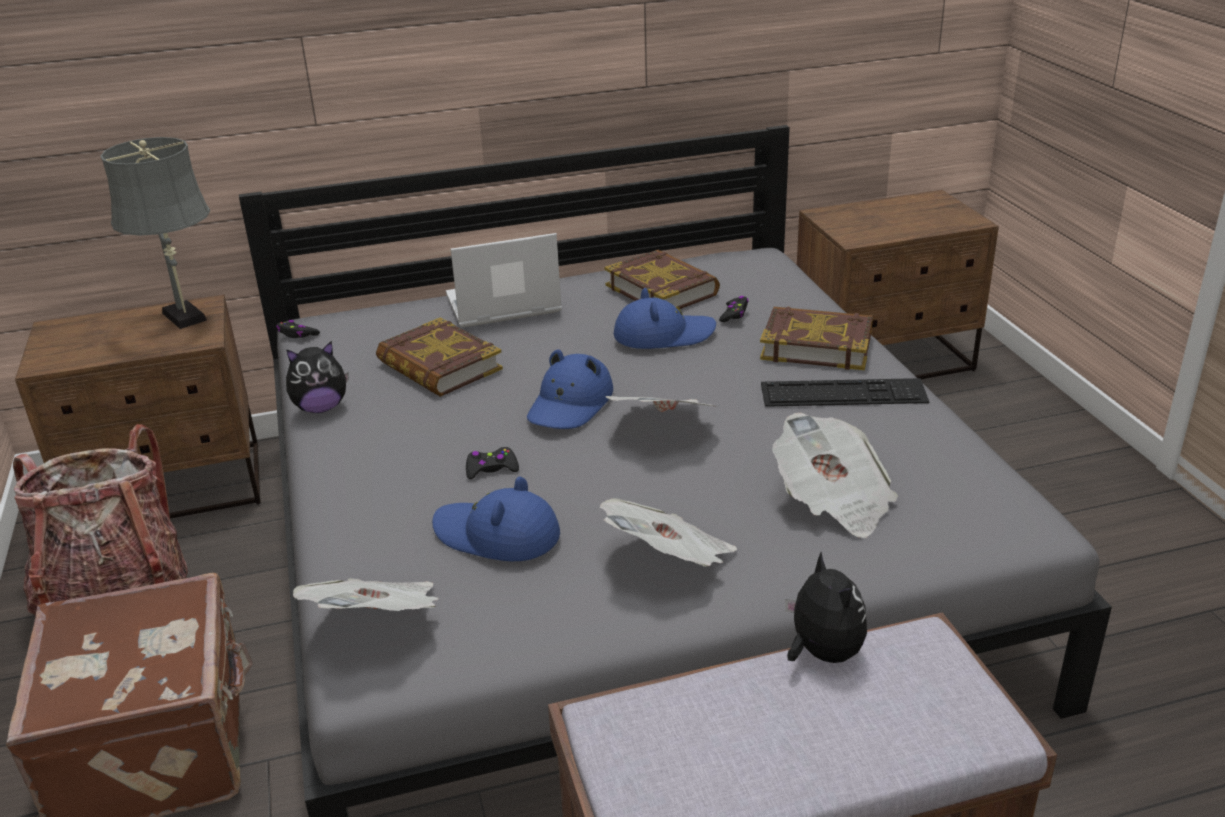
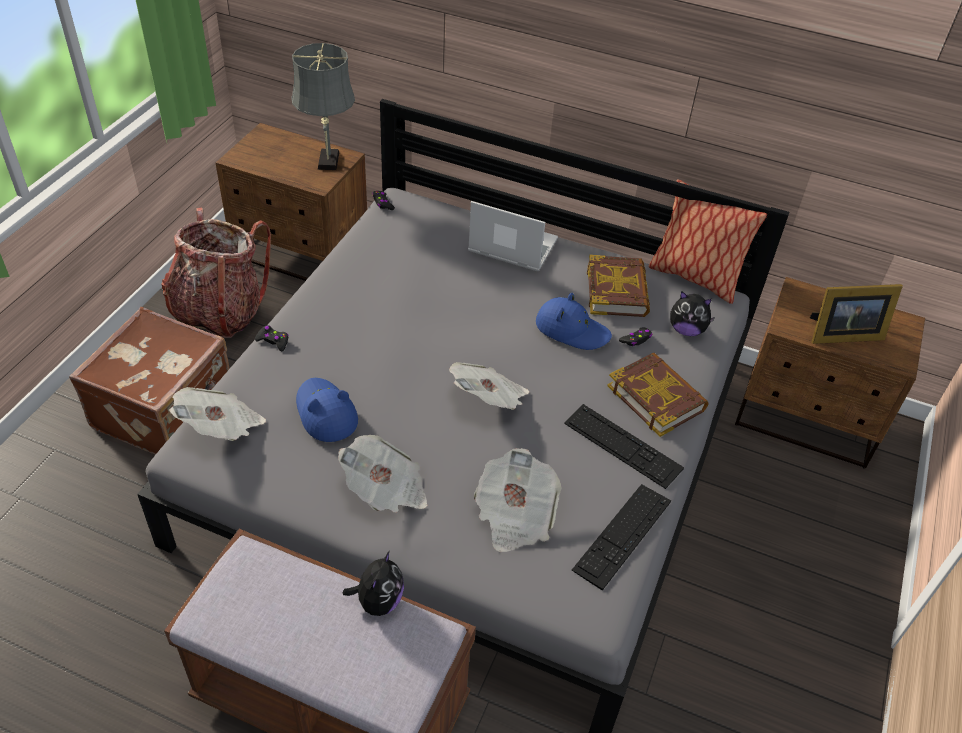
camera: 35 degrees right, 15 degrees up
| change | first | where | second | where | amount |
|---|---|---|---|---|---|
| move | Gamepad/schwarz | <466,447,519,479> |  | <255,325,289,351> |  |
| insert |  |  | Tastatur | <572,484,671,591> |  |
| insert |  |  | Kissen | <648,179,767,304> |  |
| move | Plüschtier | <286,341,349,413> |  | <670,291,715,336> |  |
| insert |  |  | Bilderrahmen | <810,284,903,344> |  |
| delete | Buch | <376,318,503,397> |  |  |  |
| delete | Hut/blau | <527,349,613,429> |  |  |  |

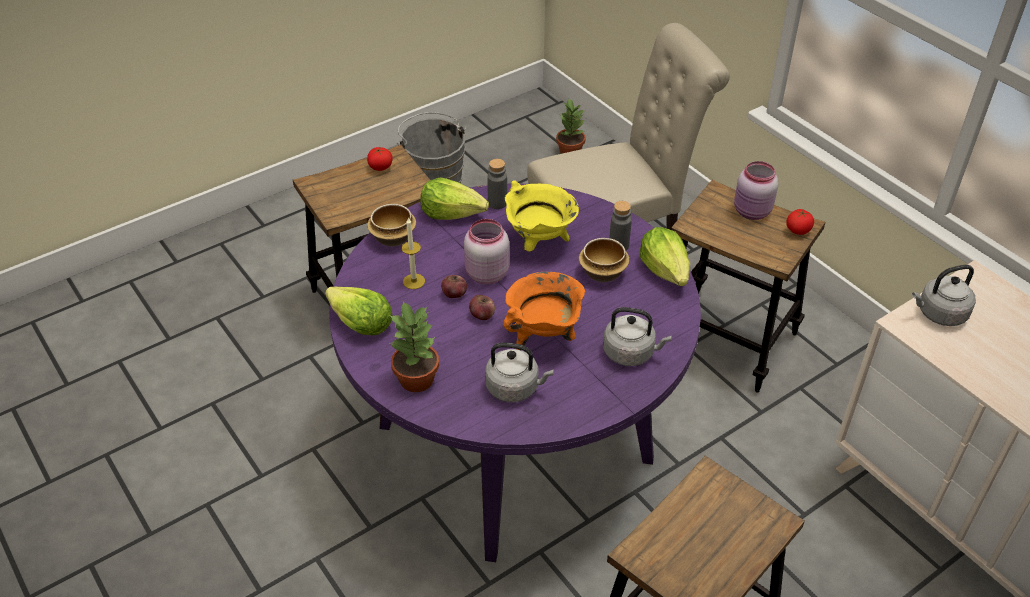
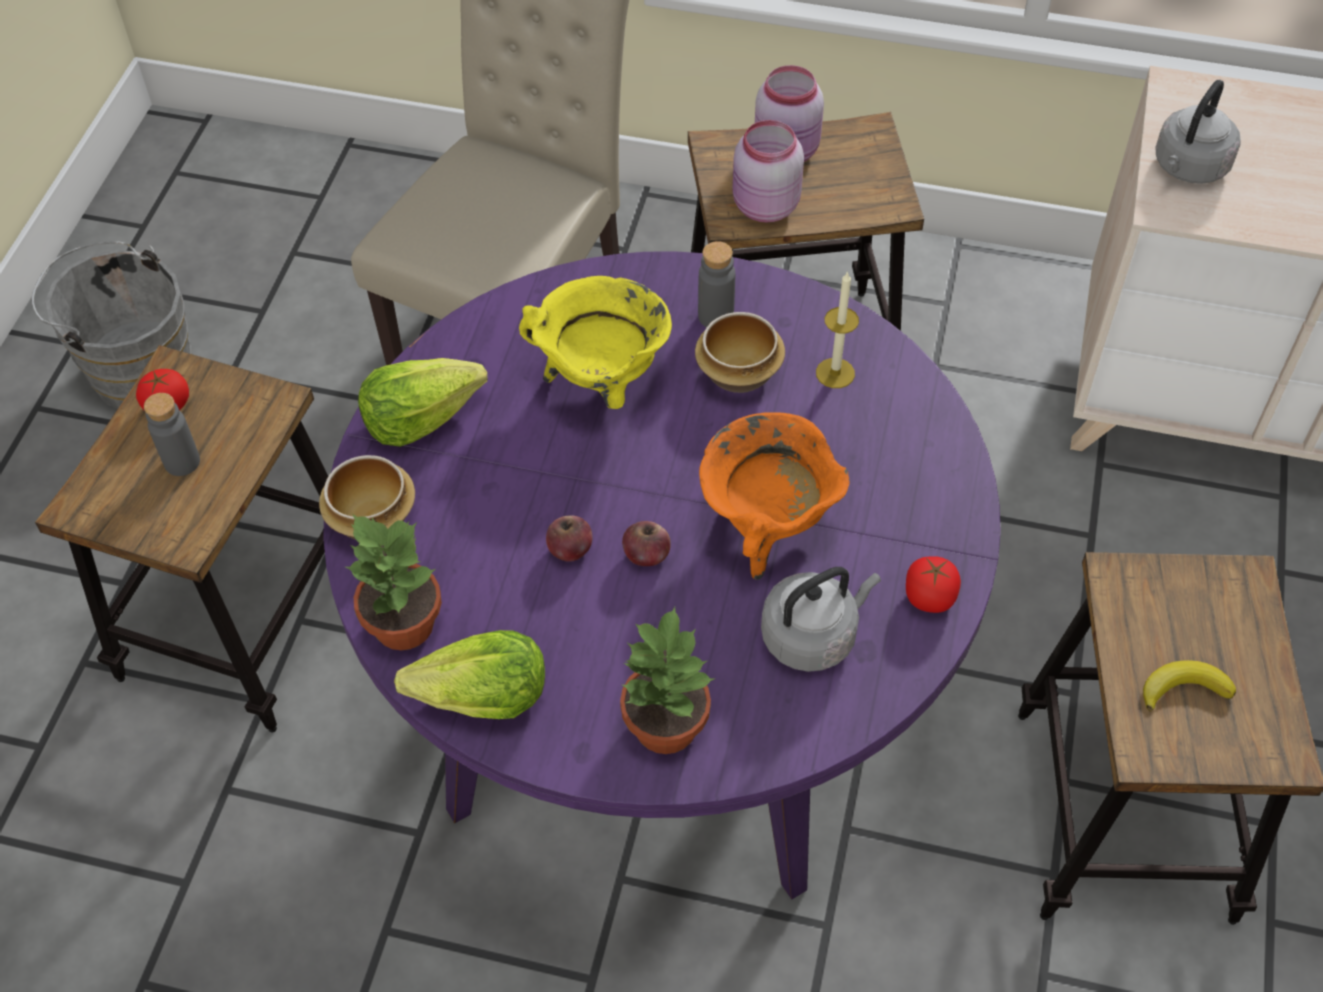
camera: 40 degrees left, 10 degrees up
| change | first | where | second | where | amount |
|---|---|---|---|---|---|
| move | Flasche/grau | <487,159,507,209> |  | <144,393,200,476> |  |
| move | Topfpflanze | <556,98,586,154> |  | <346,514,442,650> |  |
| move | Vorratsglas/rosa | <464,219,509,284> |  | <732,120,804,223> |  |
| move | Kerze | <401,217,425,289> |  | <816,271,859,388> |  |
| move | Tomate | <786,209,814,235> |  | <906,556,961,613> |  |
| insert |  |  | Banane | <1143,660,1236,712> |  |
| delete | Wasserkessel/grau | <603,307,672,366> |  |  |  |
| delete | Salatkopf | <640,227,690,286> |  |  |  |

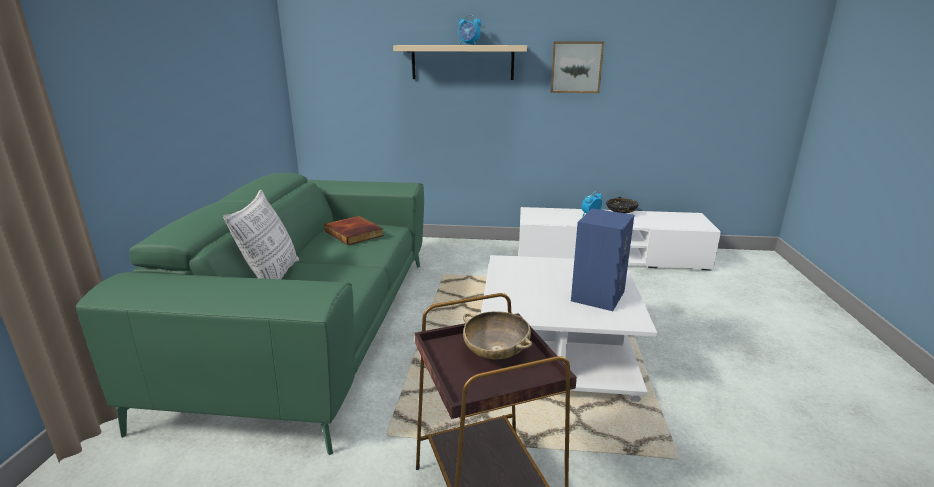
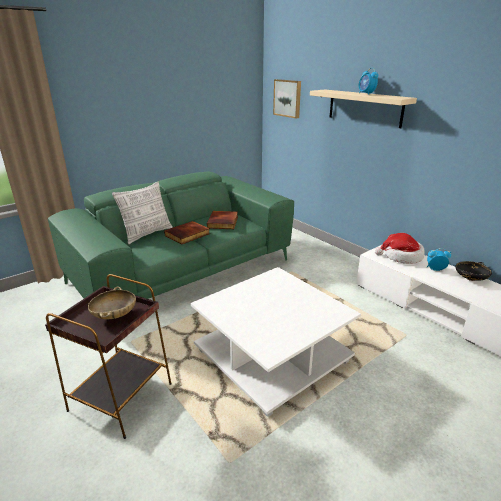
camera: 45 degrees right, 5 degrees up
| change | first | where | second | where | amount |
|---|---|---|---|---|---|
| insert |  |  | Buch | <164,221,210,245> |  |
| move | Bild | <551,42,604,93> |  | <273,79,301,119> |  |
| insert |  |  | Hut | <375,233,425,264> |  |
| delete | Lautsprecher/blau | <571,208,634,311> |  |  |  |

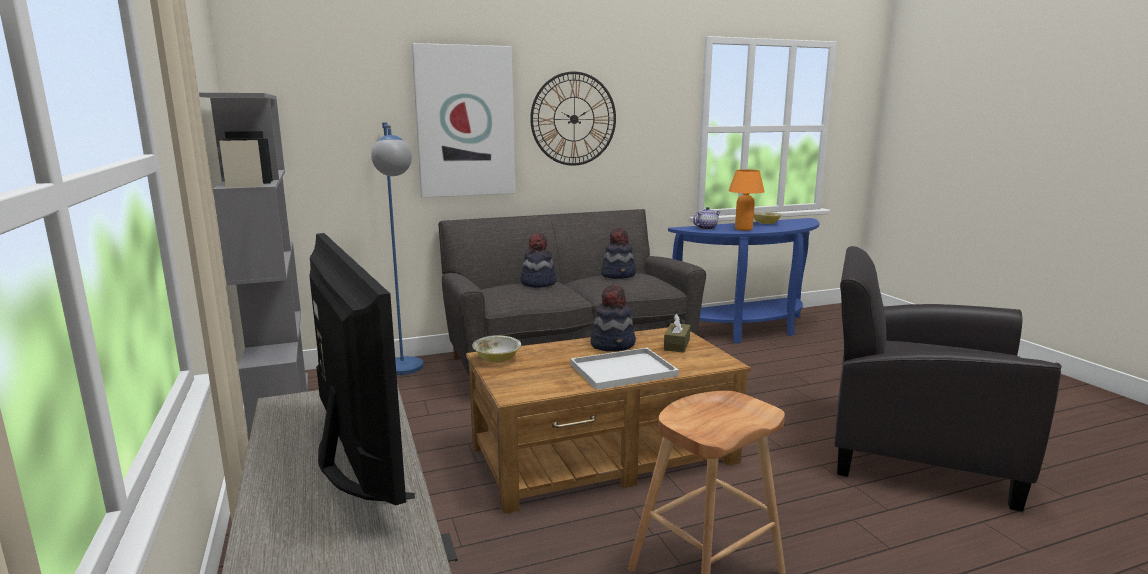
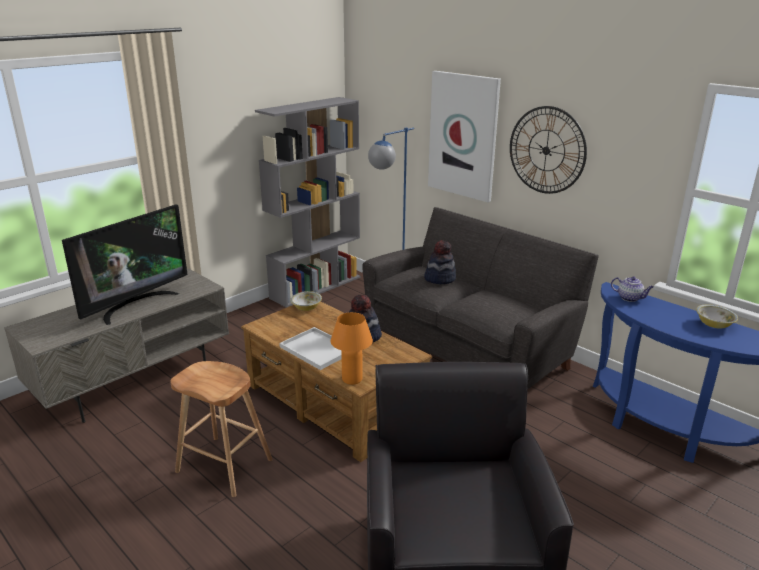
camera: 65 degrees right, 10 degrees up
| change | first | where | second | where | amount |
|---|---|---|---|---|---|
| move | Tischlampe/orange | <729,170,765,231> |  | <331,312,373,385> |  |
| delete | Hut | <601,228,636,279> |  |  |  |
| delete | Taschentuchbox/braun | <664,314,690,353> |  |  |  |

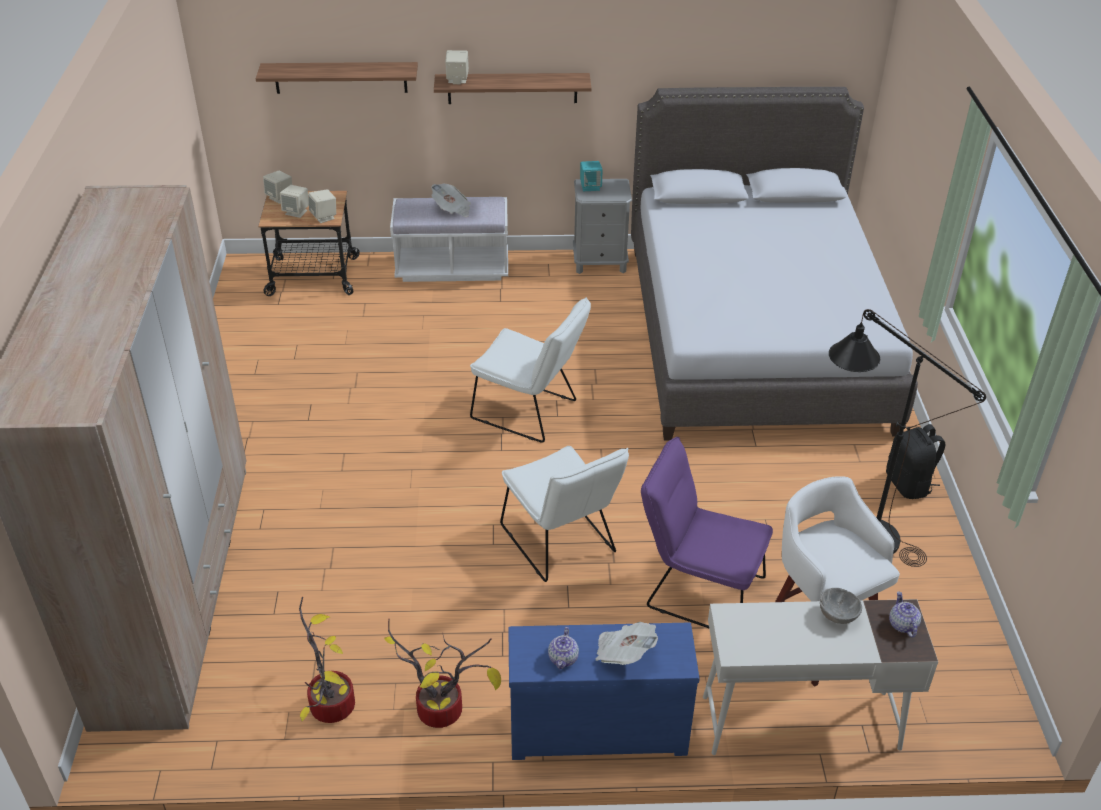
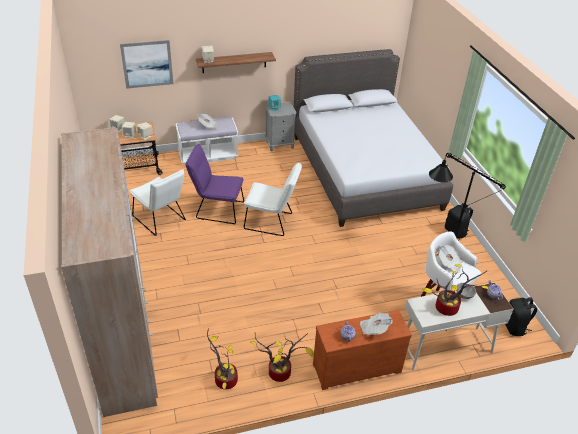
camera: 15 degrees left, 0 degrees up
| change | first | where | second | where | amount |
|---|---|---|---|---|---|
| replace | Wandregal | <256,62,418,94> | Bild | <120,40,173,89> |  |
| move | Stuhl/weiß | <500,446,629,582> |  | <130,169,186,236> |  |
| move | Stuhl/lila | <641,437,773,628> |  | <185,144,244,224> |  |
| recolor | Kommode/blau | <508,623,700,760> | Kommode/braun | <313,310,412,390> |  |
| insert |  |  | Topfpflanze | <422,264,489,316> |  |
| insert |  |  | Zeitung | <439,245,463,272> |  |
| insert |  |  | Rucksack/schwarz | <505,297,537,336> |  |

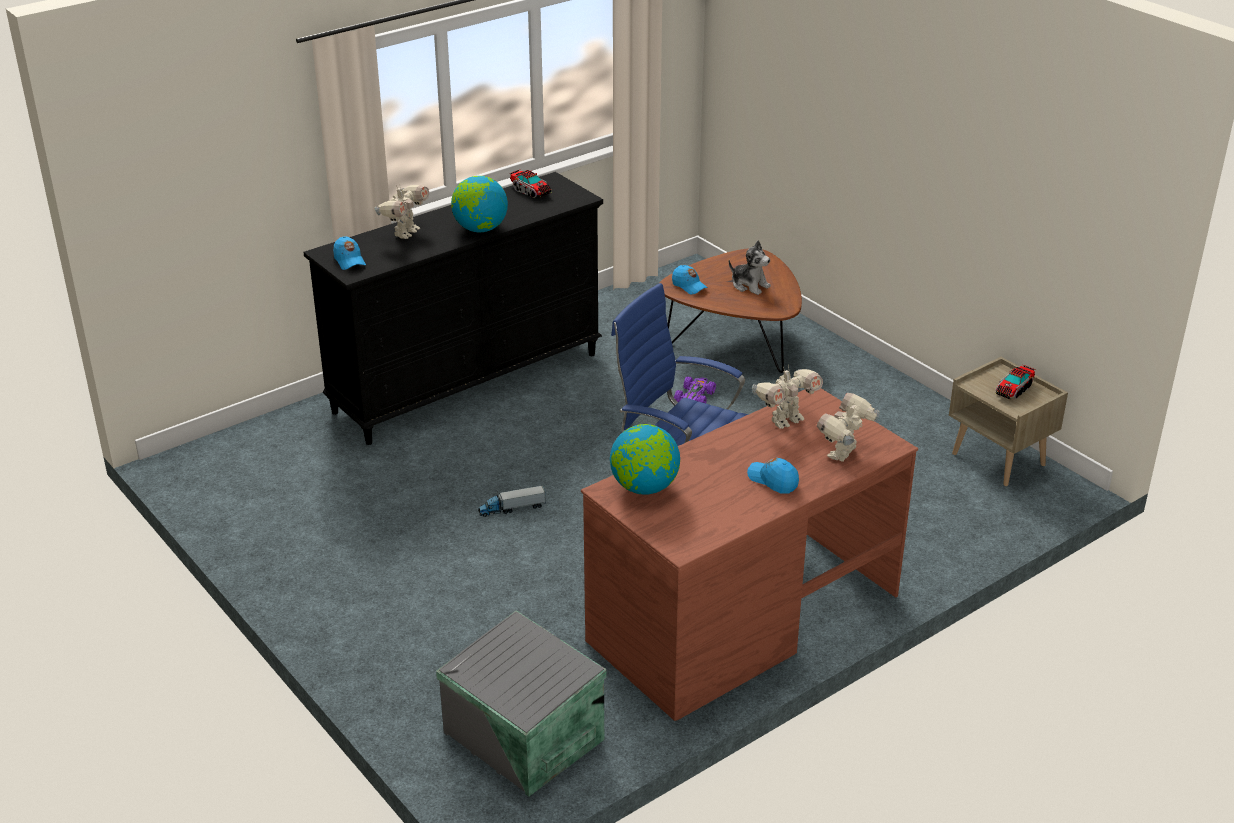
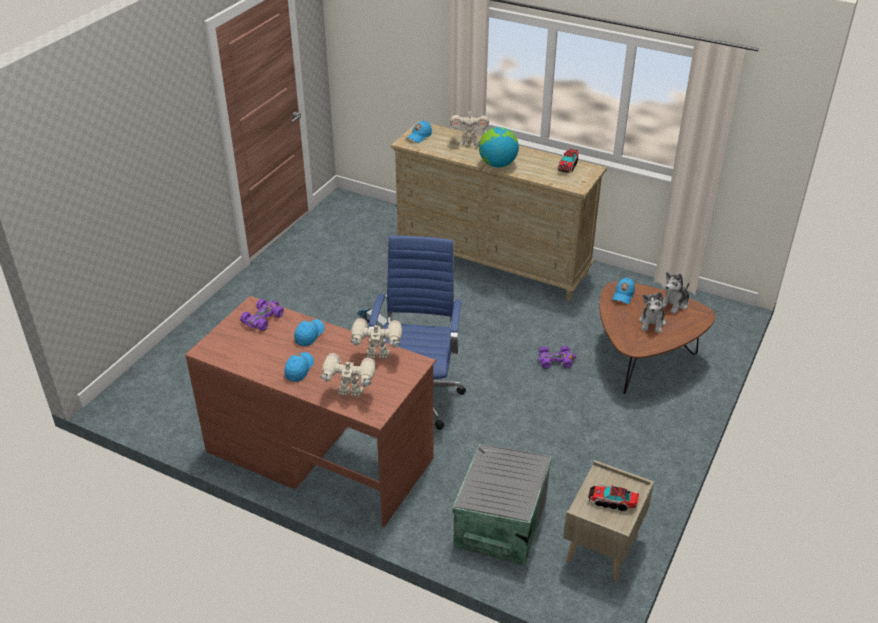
camera: 65 degrees right, 5 degrees up
| change | first | where | second | where | amount |
|---|---|---|---|---|---|
| replace | Globus | <610,424,680,495> | Spielzeugauto/lila | <240,299,284,331> |  |
| insert |  |  | Kappe/blau | <294,319,325,346> |  |
| rotate | Spielzeugroboter | <752,364,823,429> |  | <350,318,402,359> | 150 degrees clockwise |
| recolor | Kommode/schwarz | <303,172,603,445> | Kommode/beige | <391,121,607,301> |  |
| move | Aufbewahrungsbox/grau | <436,610,607,797> |  | <452,444,552,566> |  |
| insert |  |  | Plüschtier | <662,272,689,314> |  |

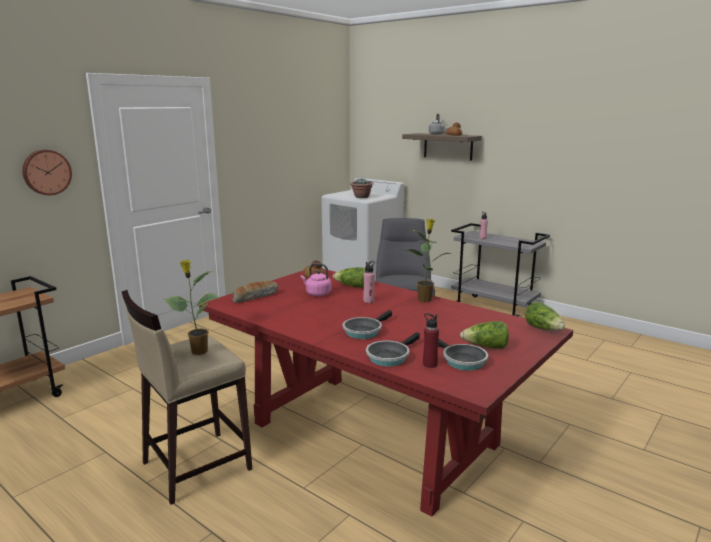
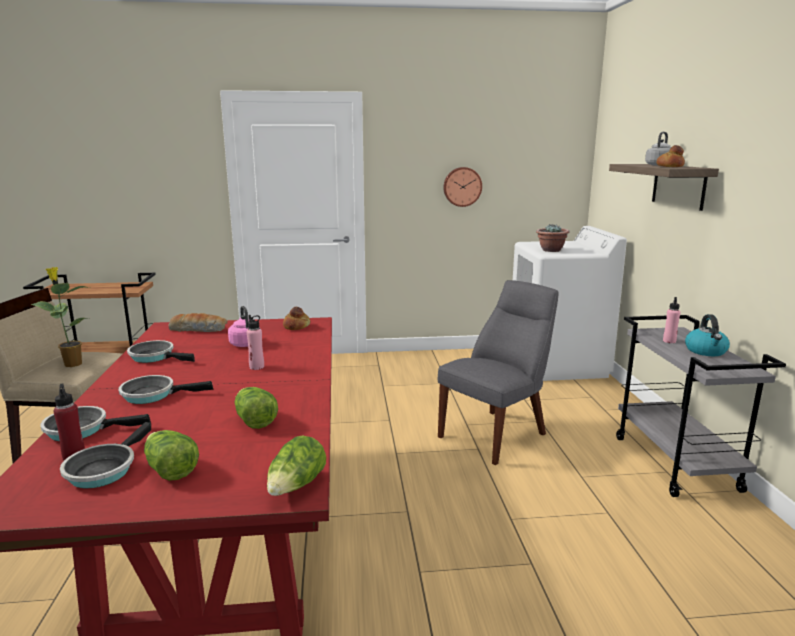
camera: 45 degrees right, 0 degrees up
| change | first | where | second | where | amount |
|---|---|---|---|---|---|
| insert |  |  | Pfanne | <127,340,195,363> |  |
| move | Salatkopf | <333,267,365,288> |  | <235,387,278,429> |  |
| move | Wanduhr | <22,150,72,195> |  | <443,167,482,207> |  |
| insert |  |  | Wasserkessel | <685,314,730,356> |  |
| delete | Topfpflanze | <405,219,452,302> |  |  |  |

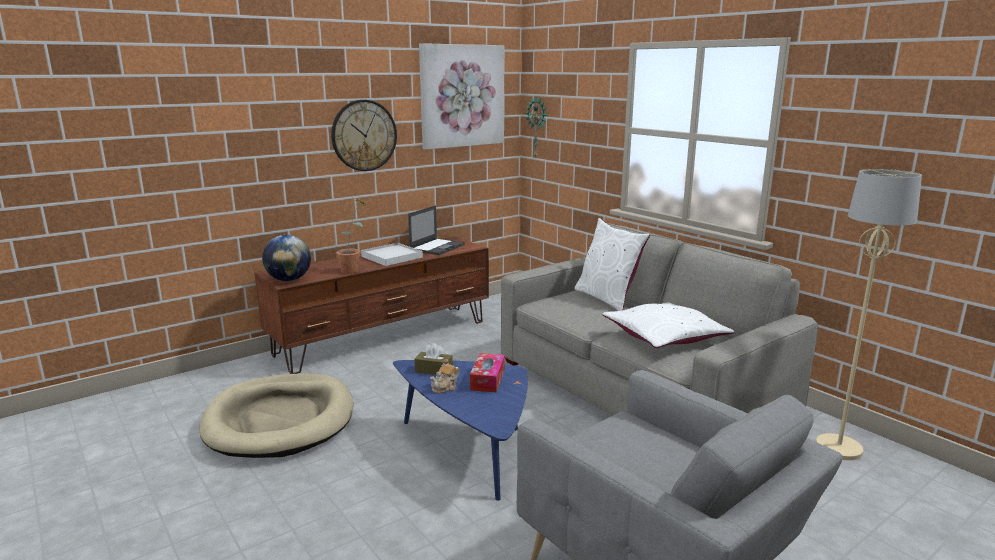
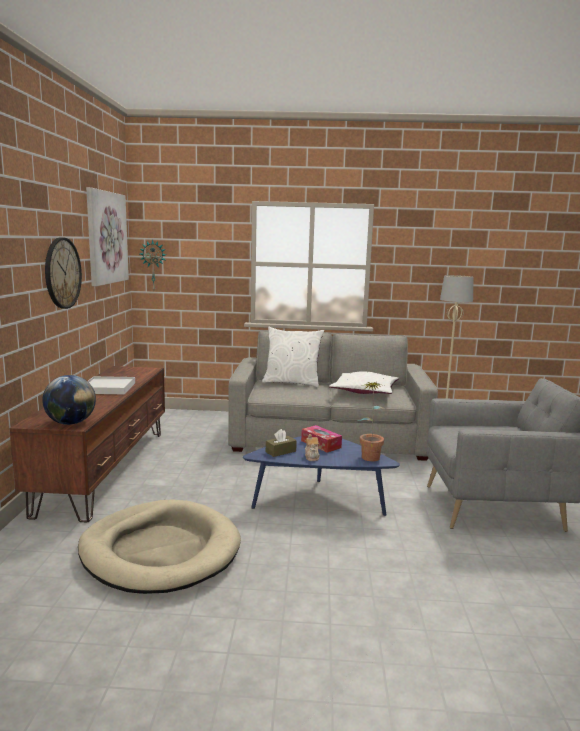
camera: 50 degrees left, 5 degrees down
| change | first | where | second | where | amount |
|---|---|---|---|---|---|
| move | Topfpflanze | <336,199,369,274> |  | <359,382,385,461> |  |
| delete | Laptop | <408,205,465,255> |  |  |  |

